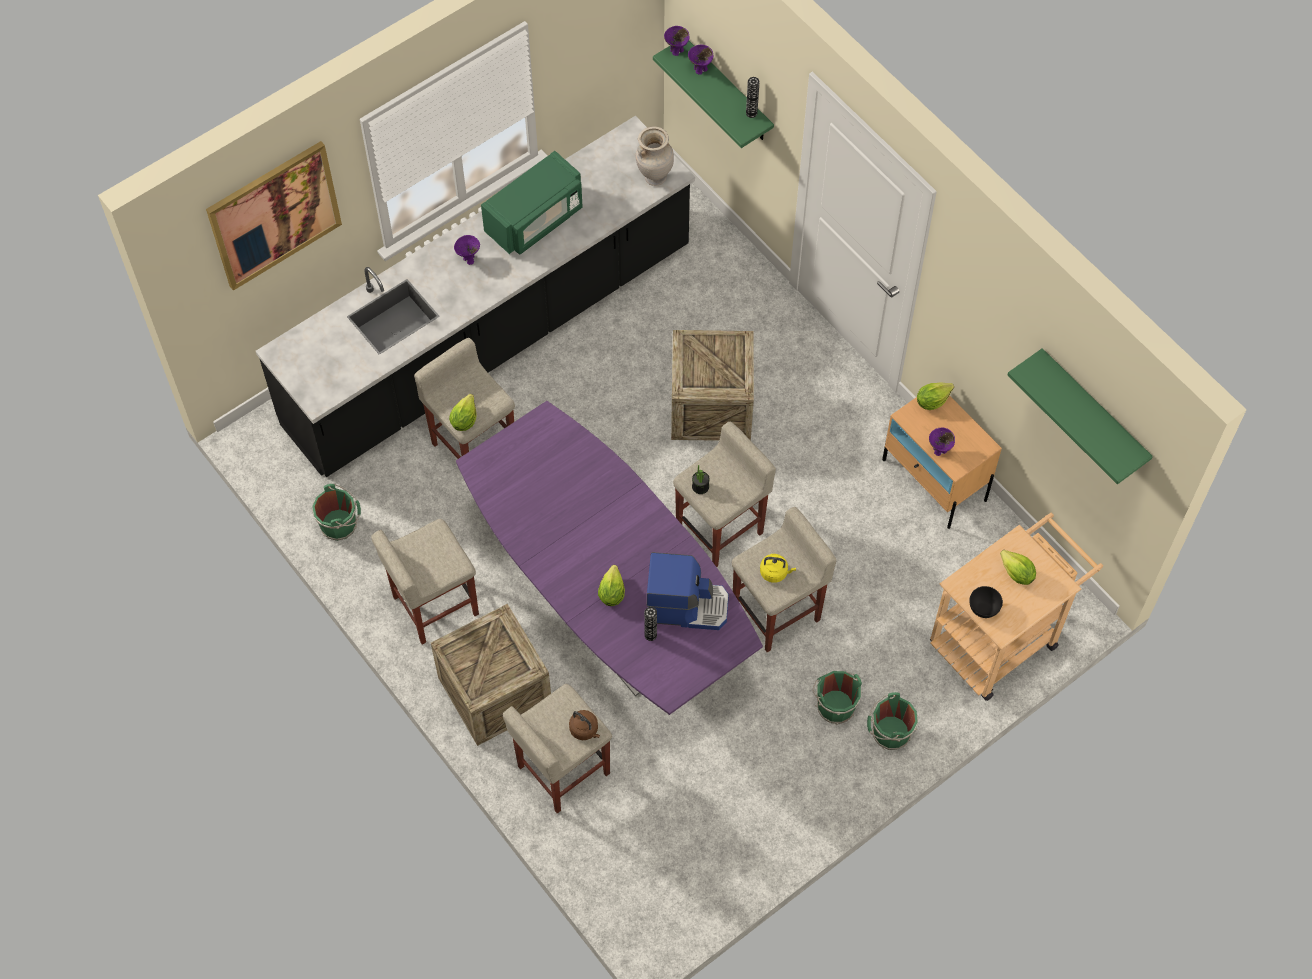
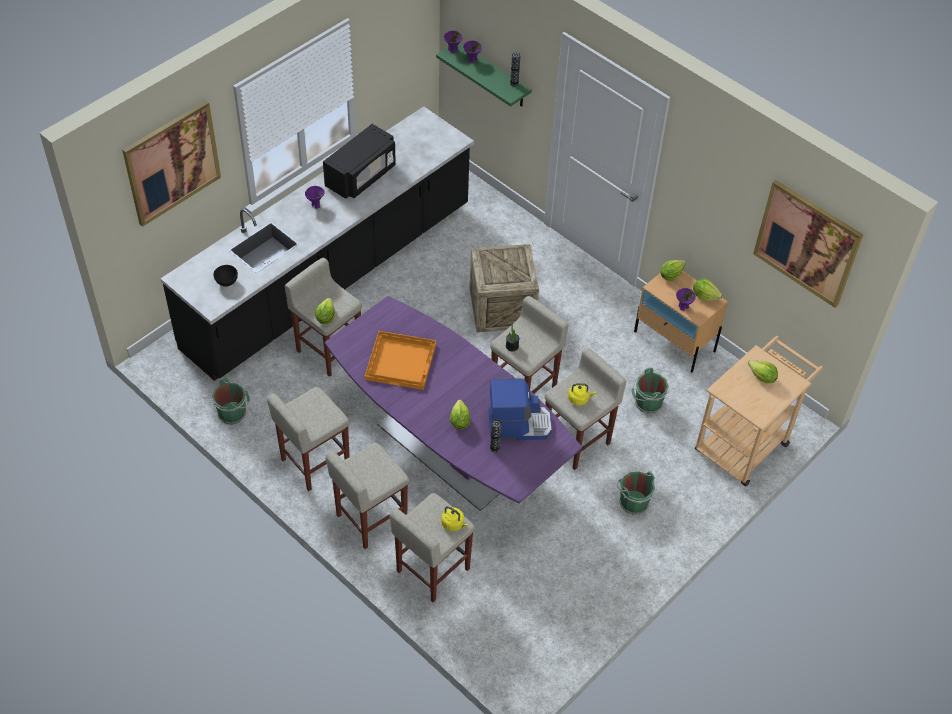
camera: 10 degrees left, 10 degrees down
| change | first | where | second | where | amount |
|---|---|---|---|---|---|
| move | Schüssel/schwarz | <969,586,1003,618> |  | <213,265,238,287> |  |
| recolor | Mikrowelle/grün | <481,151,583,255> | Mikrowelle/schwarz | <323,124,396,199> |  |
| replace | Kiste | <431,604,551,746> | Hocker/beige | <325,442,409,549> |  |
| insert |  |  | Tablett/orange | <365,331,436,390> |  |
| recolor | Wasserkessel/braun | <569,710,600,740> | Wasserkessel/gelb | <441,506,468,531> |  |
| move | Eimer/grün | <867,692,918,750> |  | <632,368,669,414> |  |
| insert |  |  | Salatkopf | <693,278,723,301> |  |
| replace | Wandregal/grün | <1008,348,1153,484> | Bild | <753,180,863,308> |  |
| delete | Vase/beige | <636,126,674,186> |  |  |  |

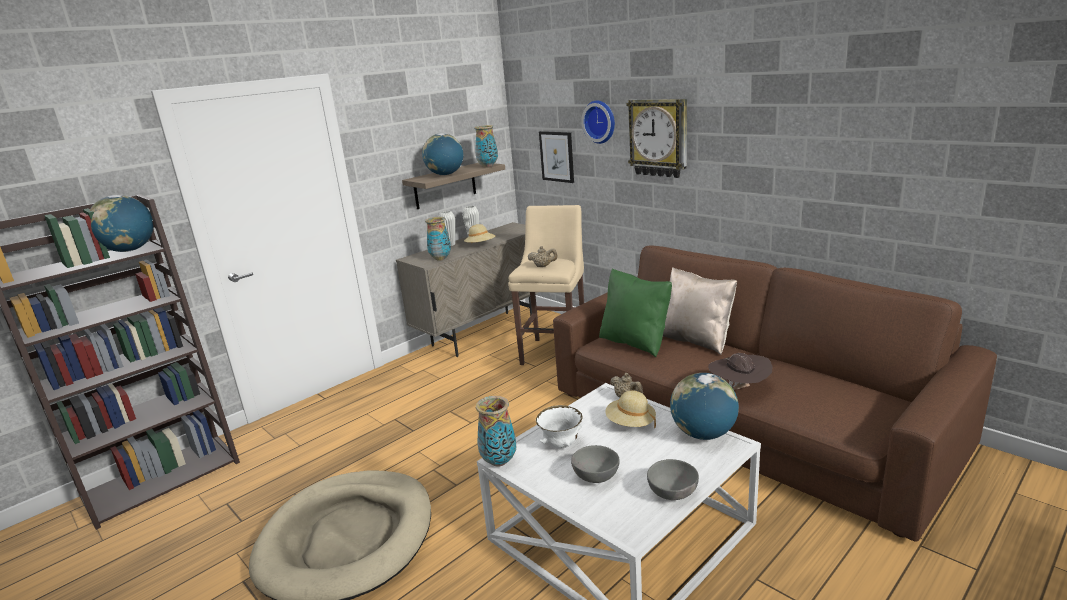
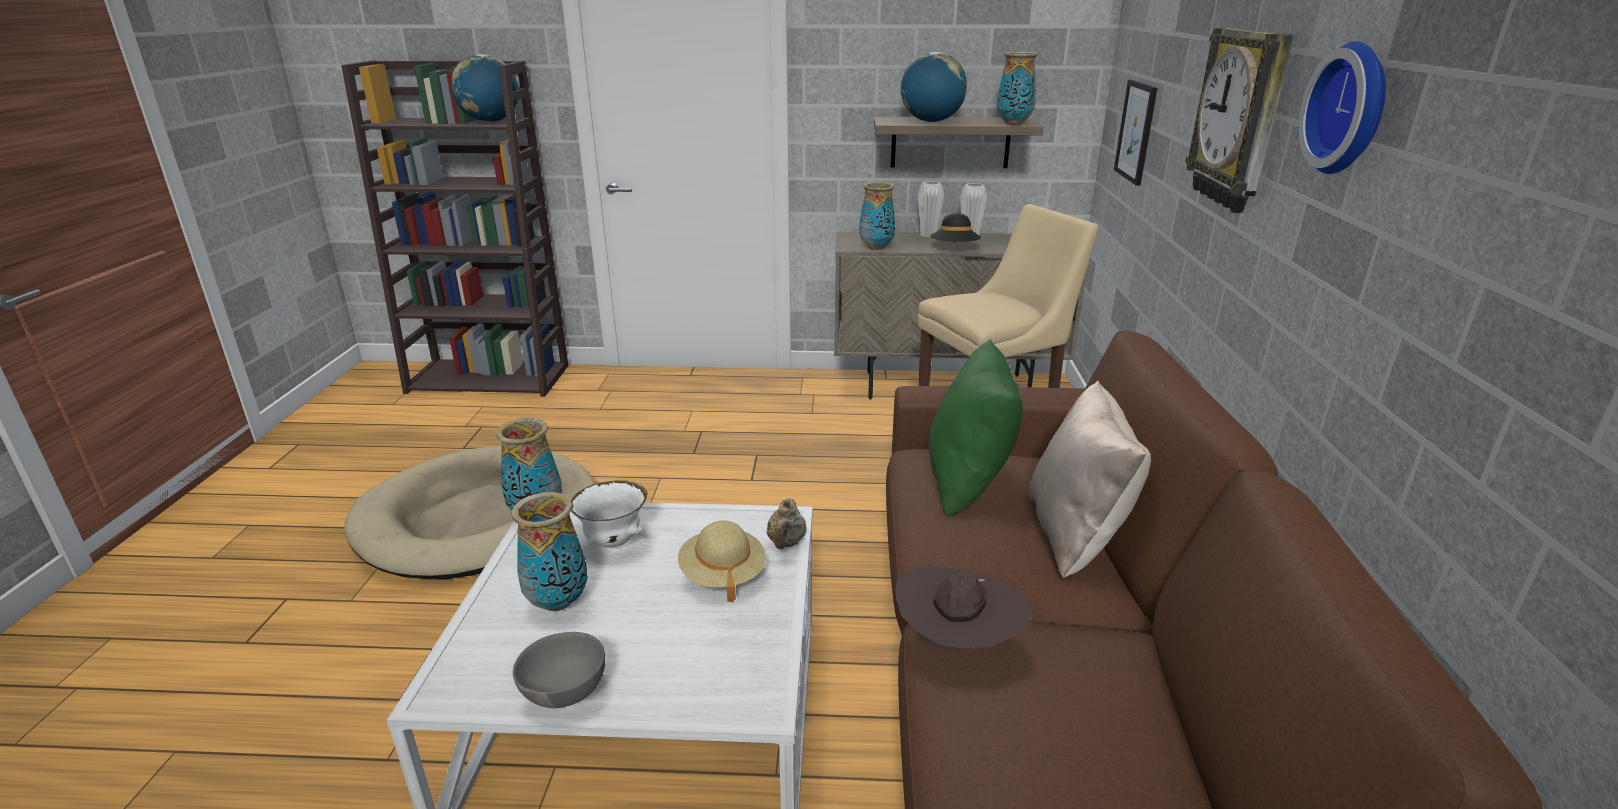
camera: 45 degrees right, 5 degrees up
| change | first | where | second | where | amount |
|---|---|---|---|---|---|
| replace | Schüssel/grau | <571,445,620,483> | Vase | <511,492,588,611> |  |
| recolor | Hut/beige | <464,224,495,243> | Hut/schwarz | <931,213,981,243> |  |
| move | Wanduhr | <581,101,615,144> |  | <1298,41,1386,174> |  |
| delete | Teekanne/beige | <528,246,558,267> |  |  |  |
| delete | Globus | <670,373,739,440> |  |  |  |

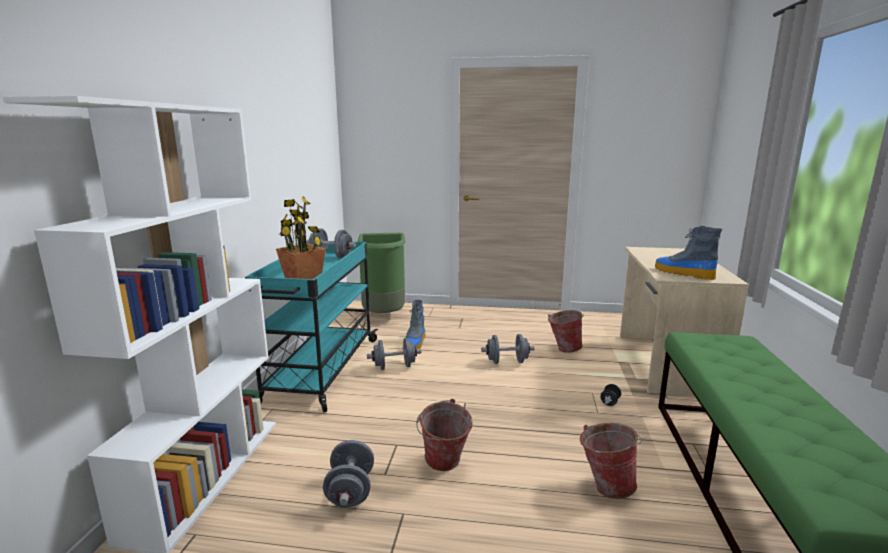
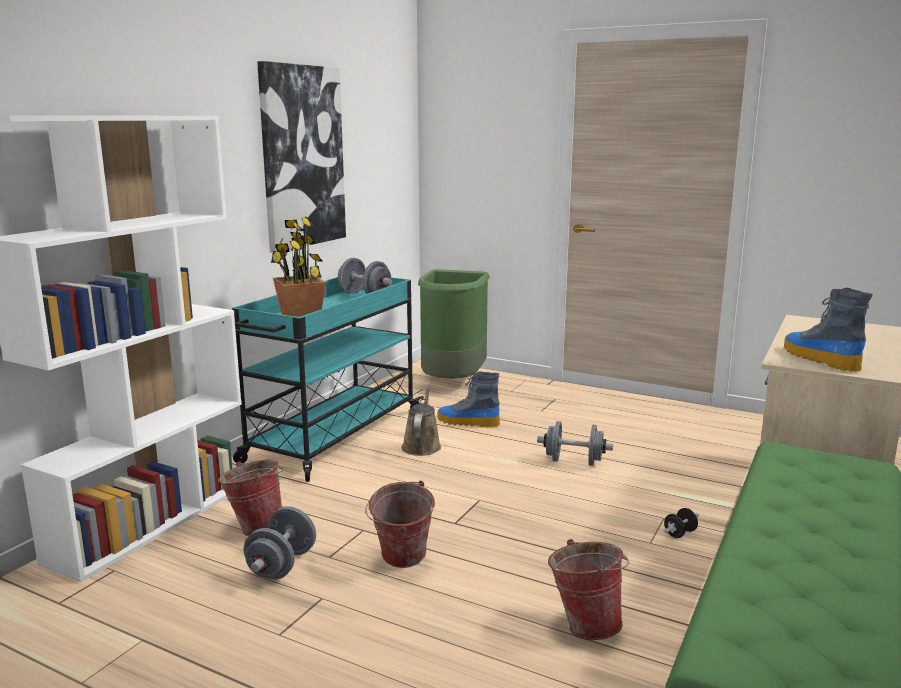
camera: 20 degrees right, 0 degrees up
| change | first | where | second | where | amount |
|---|---|---|---|---|---|
| move | Eimer | <548,310,583,353> |  | <218,459,284,536> |  |
| insert |  |  | Bild | <257,61,346,253> |  |
| replace | Hantel/grau | <367,338,421,370> | Gießkanne/braun | <401,381,441,456> |  |
| rotate | Stiefel | <406,300,425,349> |  | <437,372,500,427> | 75 degrees clockwise |

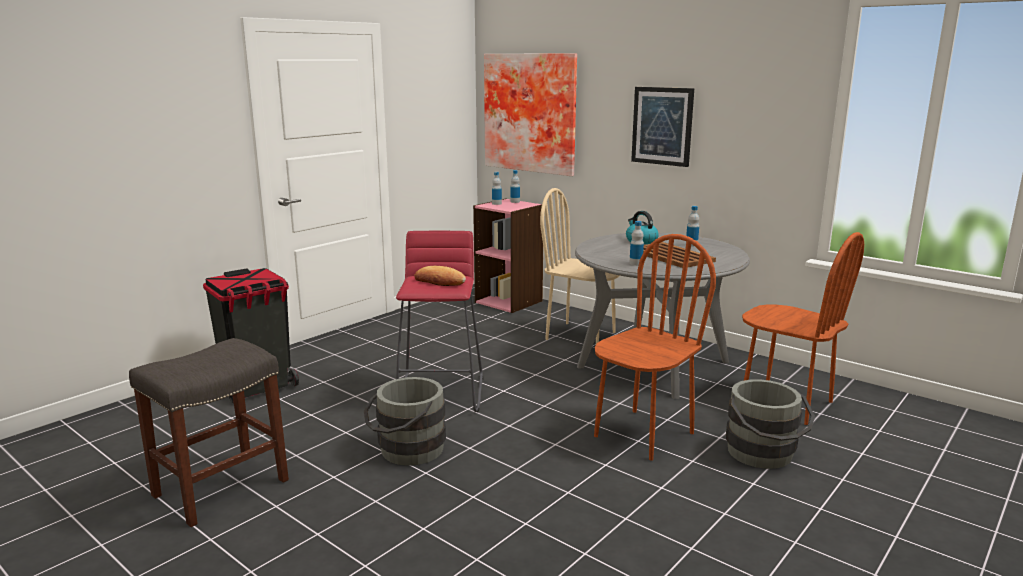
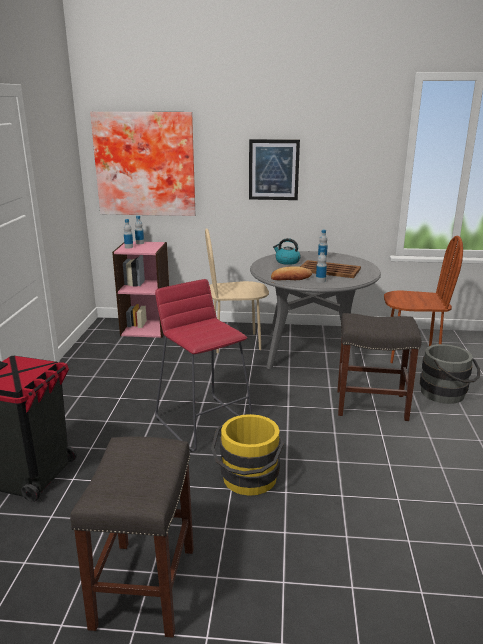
camera: 35 degrees left, 5 degrees up
| change | first | where | second | where | amount |
|---|---|---|---|---|---|
| recolor | Eimer/grau | <364,377,446,466> | Eimer/gelb | <211,414,284,496> |  |
| move | Brot | <415,266,466,286> |  | <271,266,312,280> |  |
| replace | Stuhl/braun | <594,234,716,461> | Hocker/grau | <337,313,421,421> |  |

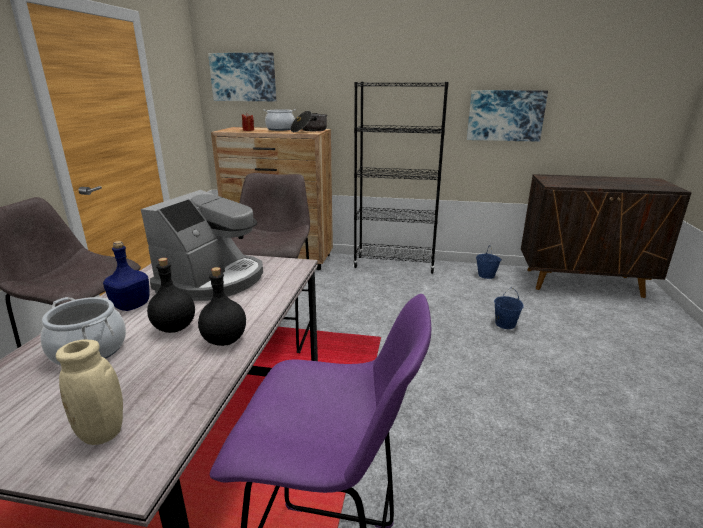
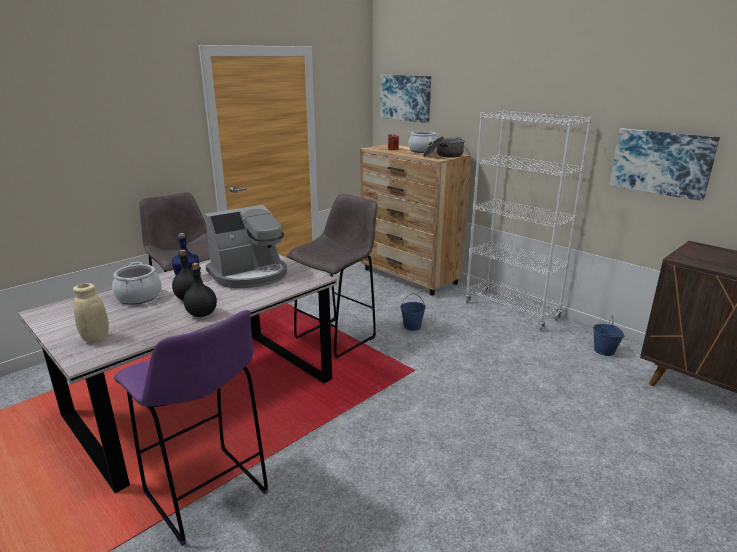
camera: 35 degrees right, 0 degrees up
| change | first | where | second | where | amount |
|---|---|---|---|---|---|
| move | Eimer/blau | <494,288,524,329> |  | <400,293,426,331> |  |
| recolor | Bücherregal/schwarz | <353,82,449,274> | Bücherregal/weiß | <465,110,592,331> |  |

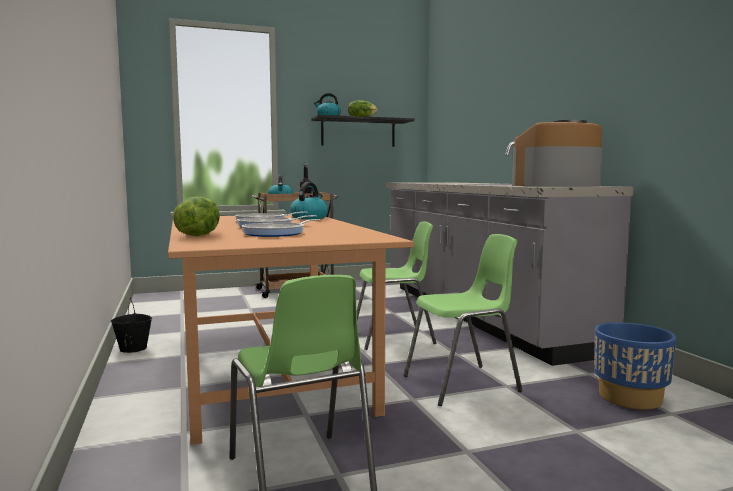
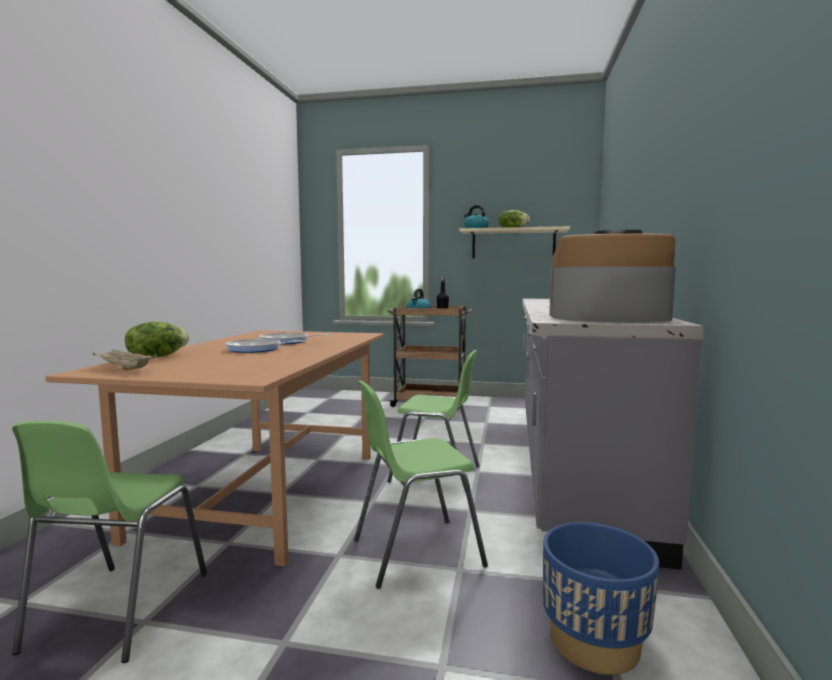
camera: 30 degrees right, 0 degrees up
| change | first | where | second | where | amount |
|---|---|---|---|---|---|
| insert |  |  | Tablett/beige | <93,350,157,370> |  |
| rotate | Stuhl/grün | <404,234,523,406> |  | <354,380,488,589> | 150 degrees clockwise |
| recolor | Wandregal/schwarz | <311,115,415,147> | Wandregal/beige | <459,226,570,258> |  |
| delete | Eimer/schwarz | <110,298,152,353> |  |  |  |
| delete | Pfanne | <242,219,320,237> |  |  |  |
| delete | Wasserkessel | <290,182,328,219> |  |  |  |

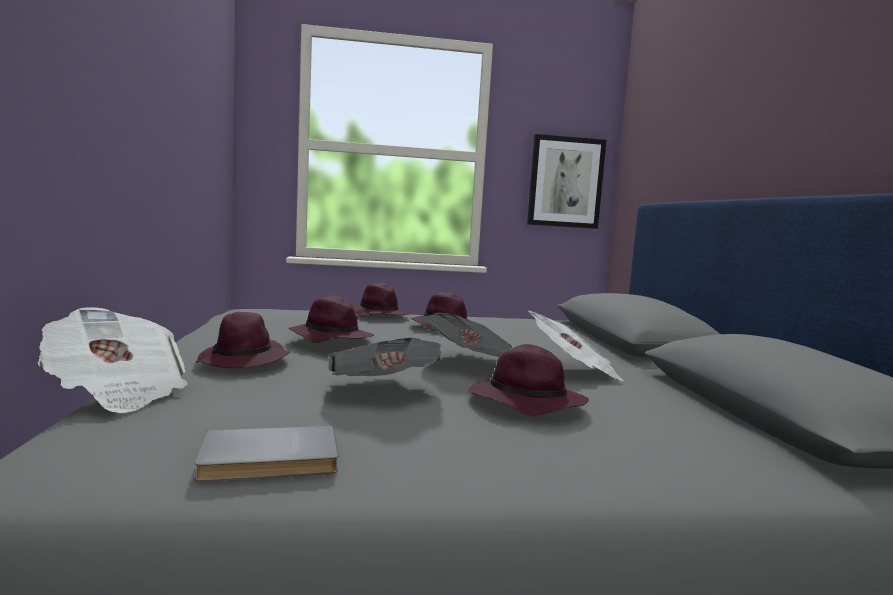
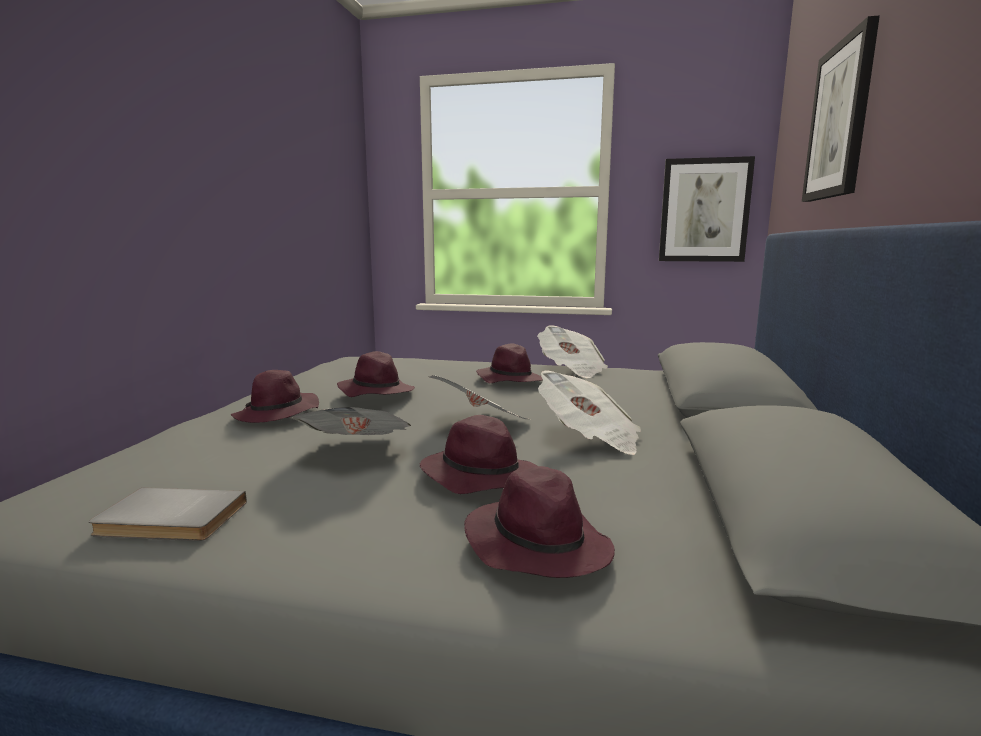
camera: 20 degrees right, 5 degrees up
| change | first | where | second | where | amount |
|---|---|---|---|---|---|
| move | Hut/lila | <352,283,410,317> |  | <464,466,615,578> |  |
| move | Zeitung | <38,307,188,413> |  | <537,326,608,378> |  |
| insert |  |  | Bild | <802,15,880,202> |  |

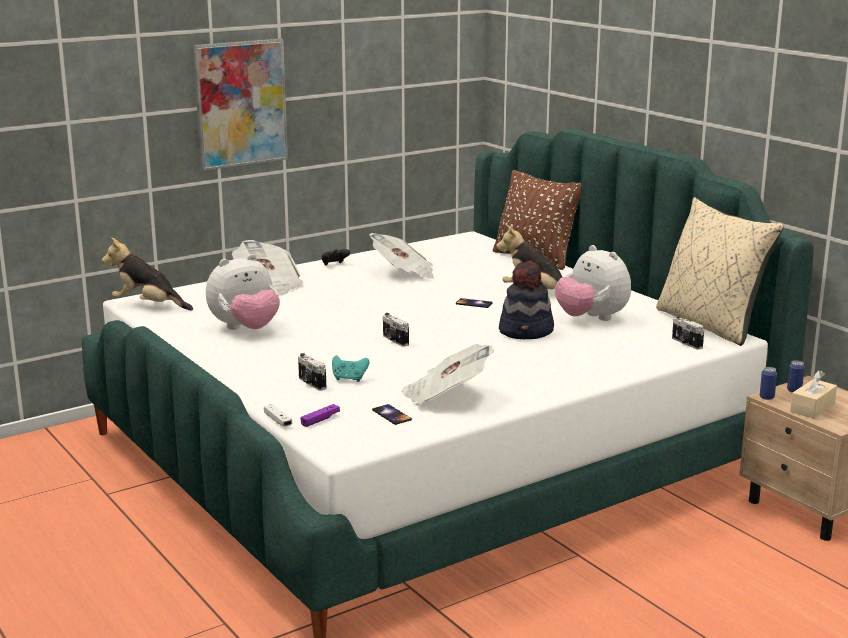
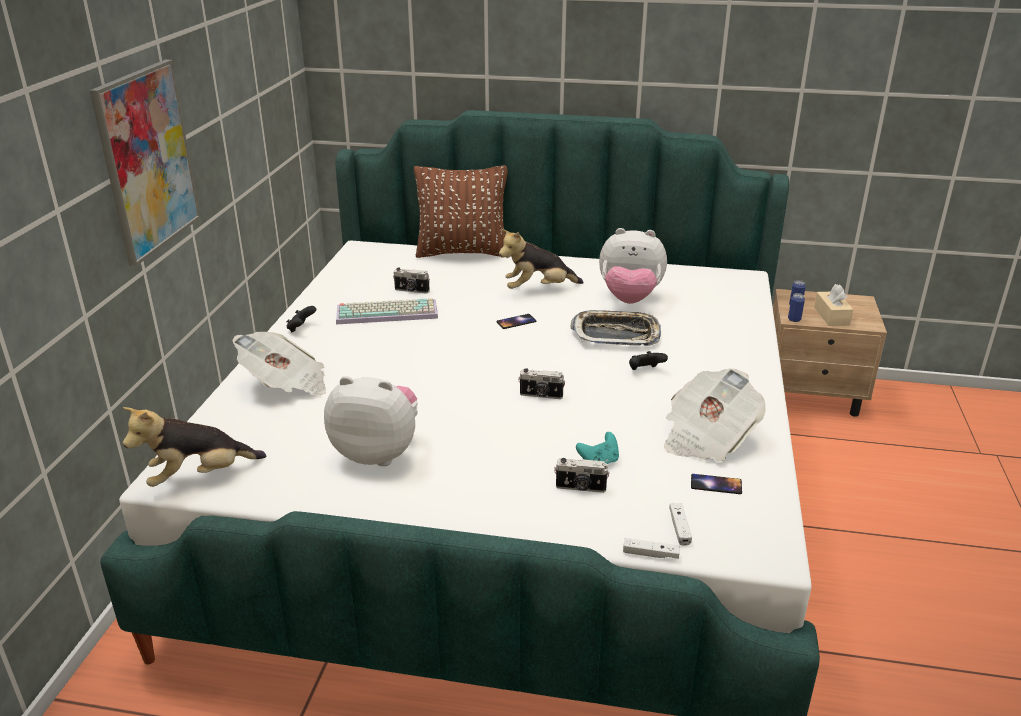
camera: 45 degrees left, 10 degrees up
| change | first | where | second | where | amount |
|---|---|---|---|---|---|
| rotate | Plüschtier | <206,254,280,330> |  | <324,376,418,466> | 90 degrees counterclockwise |
| replace | Zeitung | <370,233,434,279> | Tastatur | <336,298,438,324> |  |
| move | Kamera | <672,315,704,350> |  | <393,268,430,294> |  |
| replace | Hut | <499,261,554,339> | Tablett | <571,310,661,346> |  |
| insert |  |  | Gamepad/schwarz | <629,351,668,370> |  |
| recolor | Gamepad/lila | <301,404,340,427> | Gamepad/weiß | <669,503,692,545> |  |
| delete | Kissen/beige | <656,197,784,346> |  |  |  |

